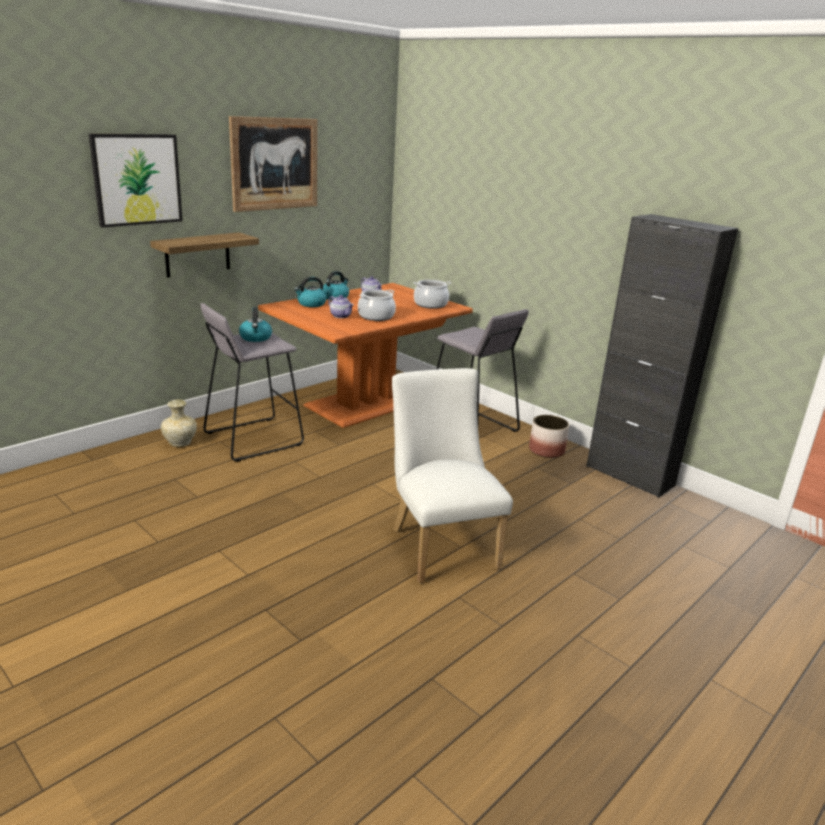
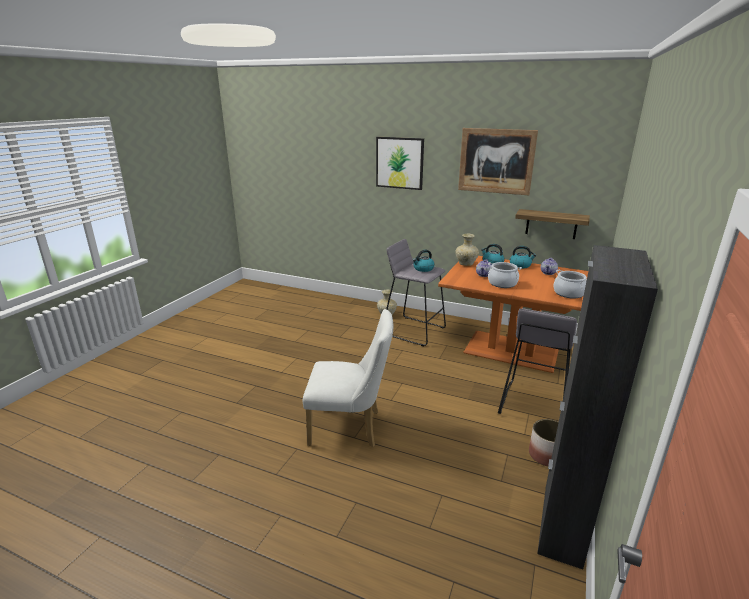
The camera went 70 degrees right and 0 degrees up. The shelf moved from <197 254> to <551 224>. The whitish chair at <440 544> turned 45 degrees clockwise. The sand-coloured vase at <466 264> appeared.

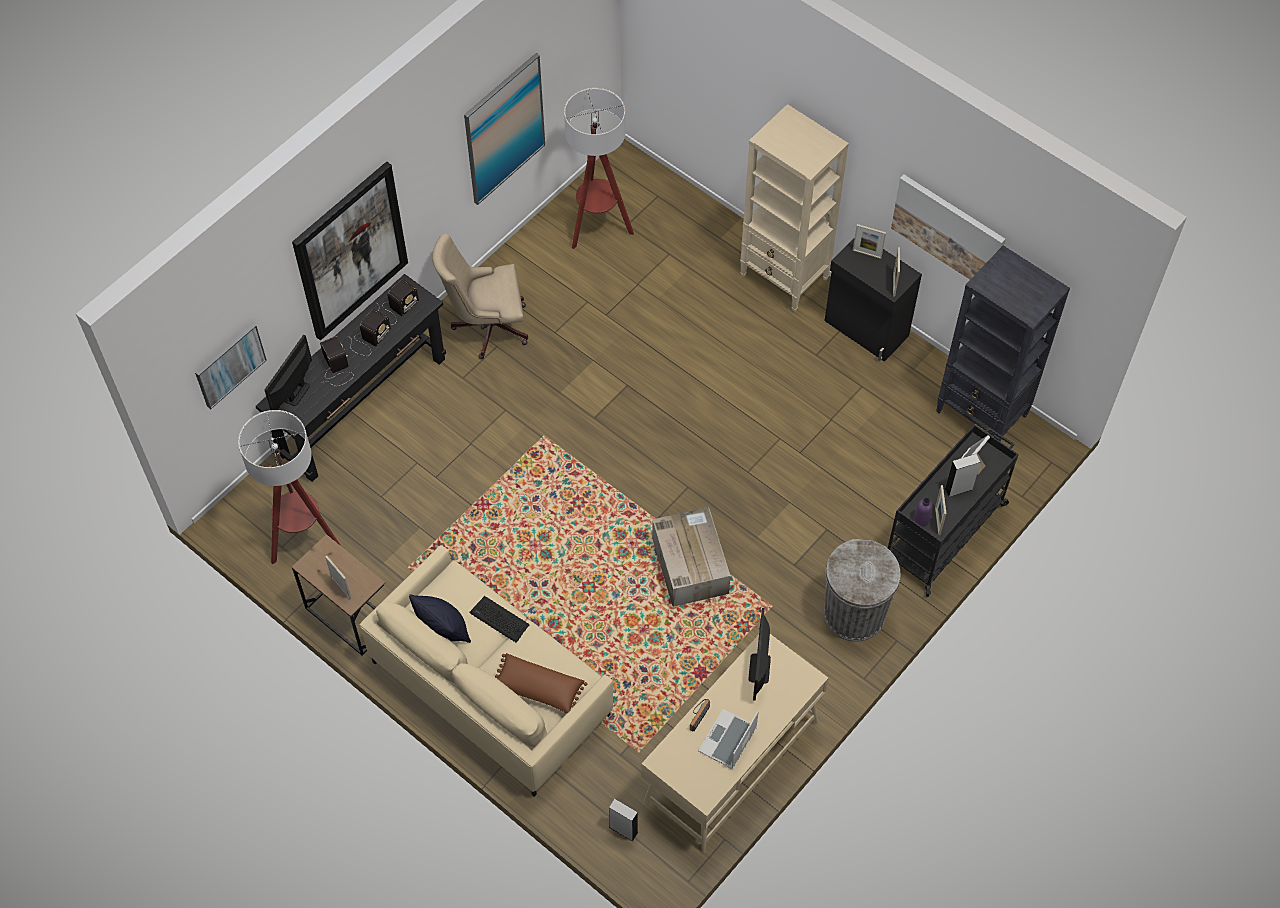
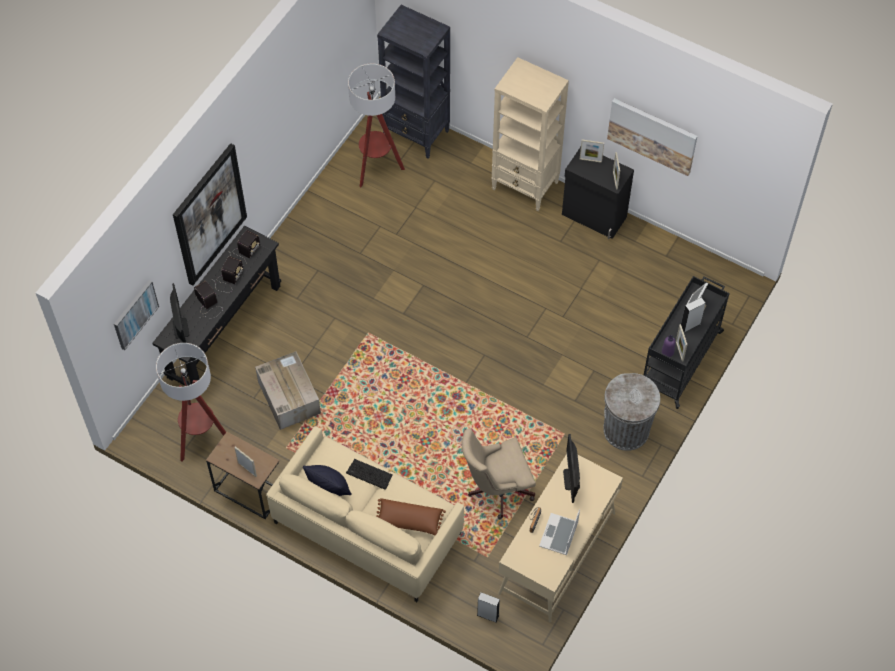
The camera went 10 degrees left and 0 degrees up. The computer display at <295 392> turned 150 degrees clockwise. The sand-coloured office chair moved from <486 326> to <496 489>. The wall art at <504 129> disappeared. The carton moved from <689 565> to <288 396>. The black-coloured shelving unit moved from <982 414> to <417 134>.

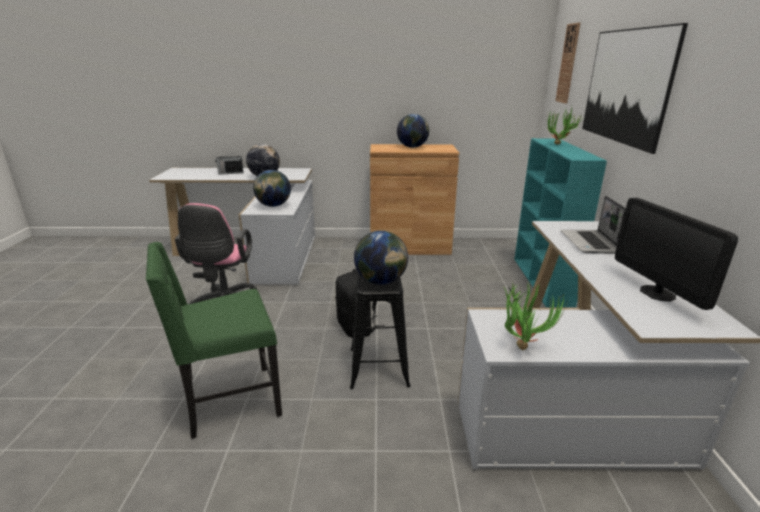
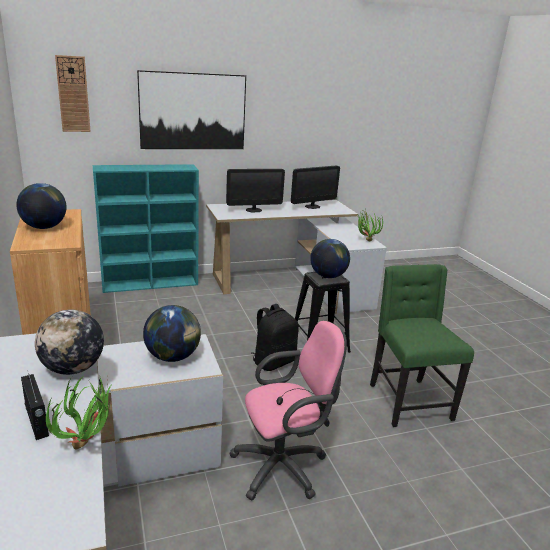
The camera went 110 degrees left and 0 degrees up. The green-coloured chair at <230 402> turned 150 degrees counterclockwise. The potted plant moved from <559 145> to <89 445>. The notebook computer at <591 243> was replaced by the computer display at <253 210>.

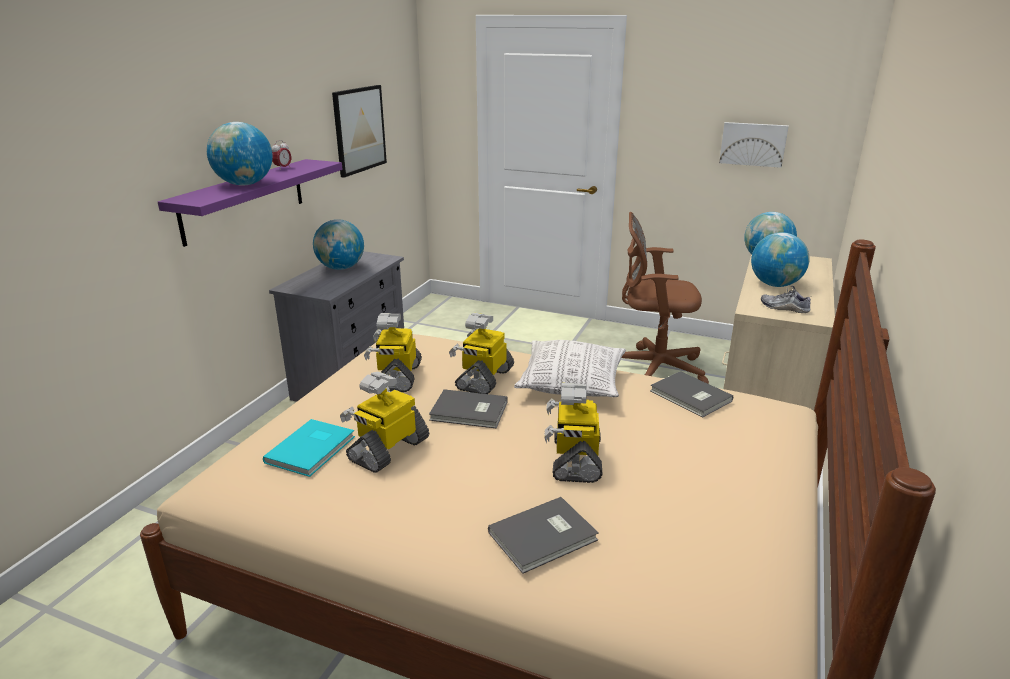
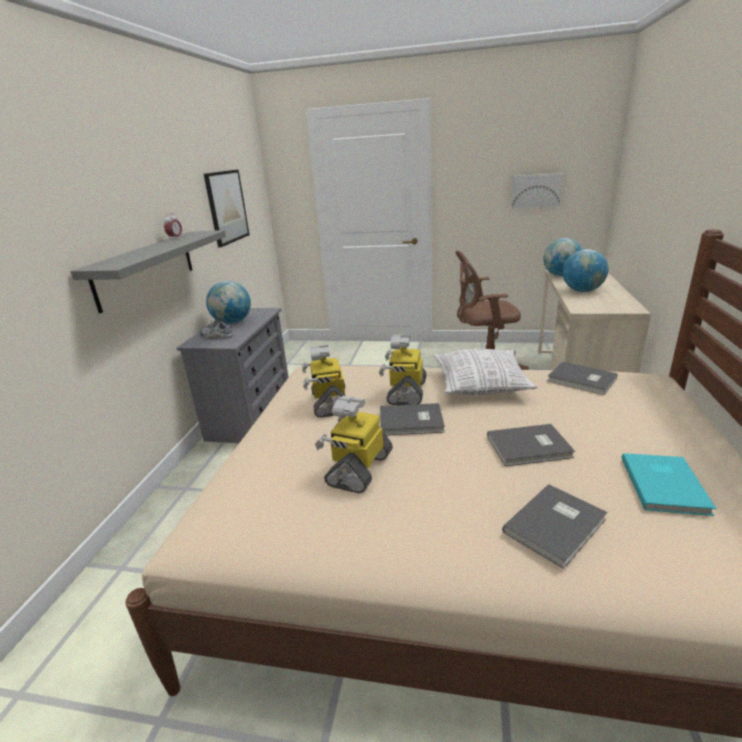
The camera went 10 degrees left and 0 degrees up. The purple shelf at <244 200> became the grey shelf at <146 268>. The globe at <244 184> disappeared. The turquoise-coloured volume moved from <313 449> to <665 484>. The robot figure at <574 459> was replaced by the grey volume at <530 448>. The item of footwear moved from <784 308> to <216 336>.

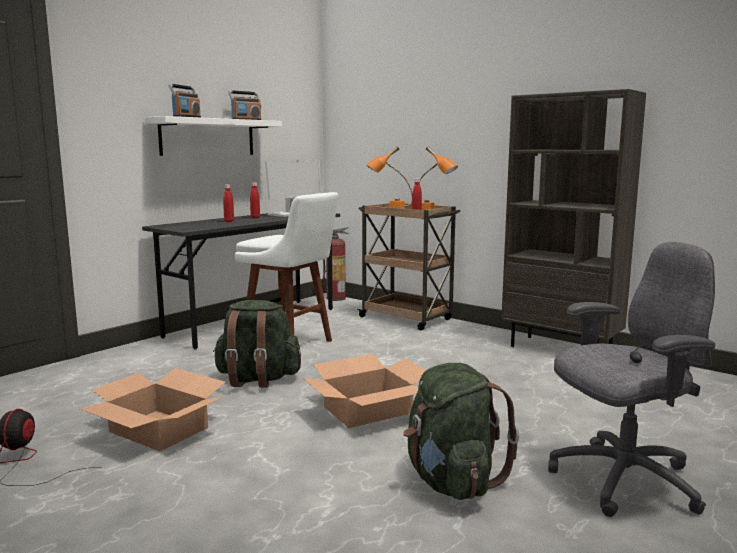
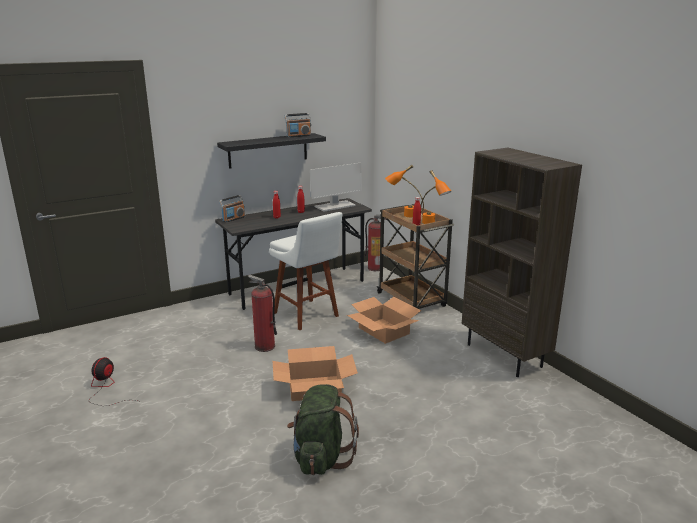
The camera went 20 degrees right and 10 degrees up. The carton moved from <158 430> to <383 331>. The whitish shelf at <208 137> became the black-coloured shelf at <268 150>. The radio receiver moved from <186 117> to <233 219>. The green-coloured rucksack at <257 379> was replaced by the fire extinguisher at <264 346>. The grey office chair at <622 481> disappeared.

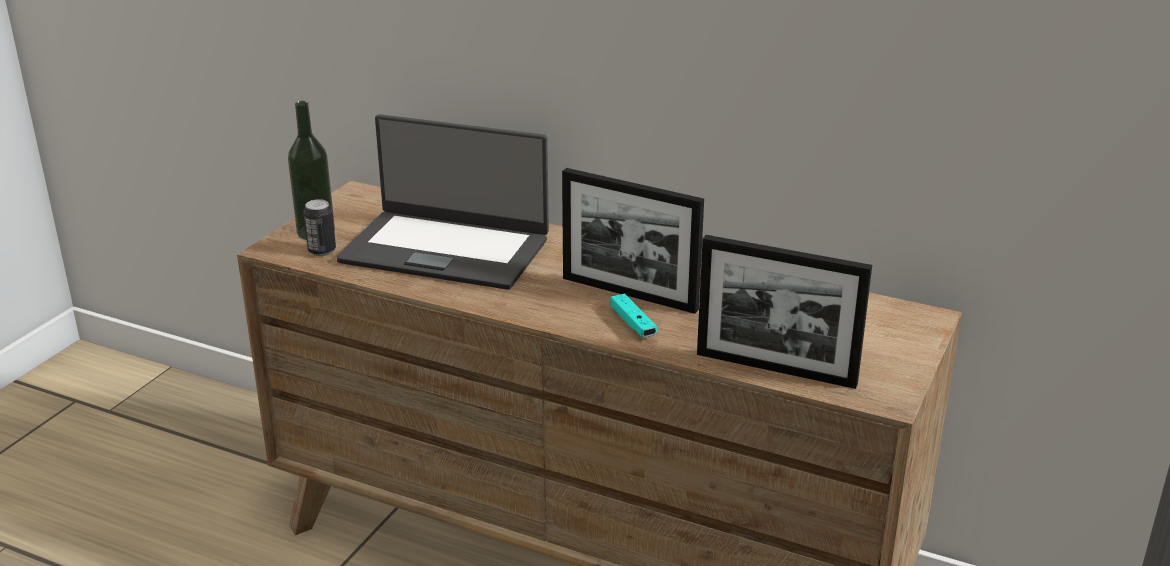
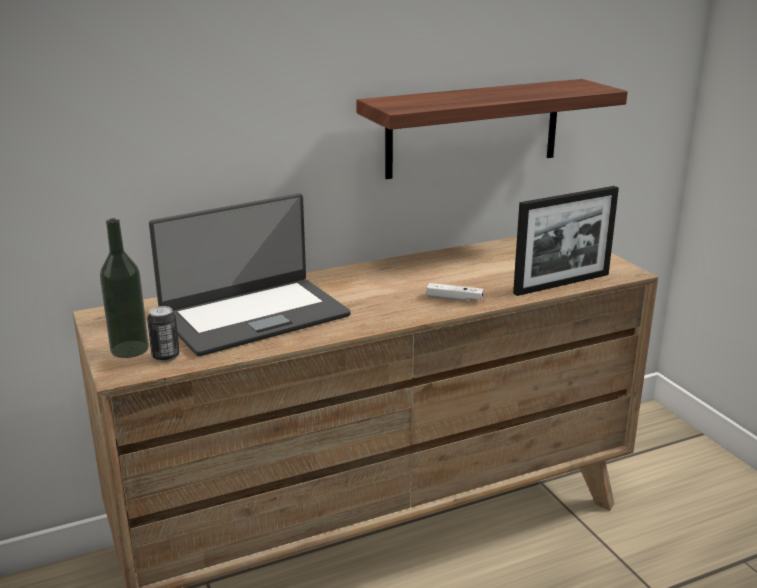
The camera went 50 degrees left and 5 degrees down. The standing frame at <629 294> disappeared. The turquoise-coloured game controller at <632 324> became the whitish game controller at <454 298>. The shelf at <473 128> appeared.

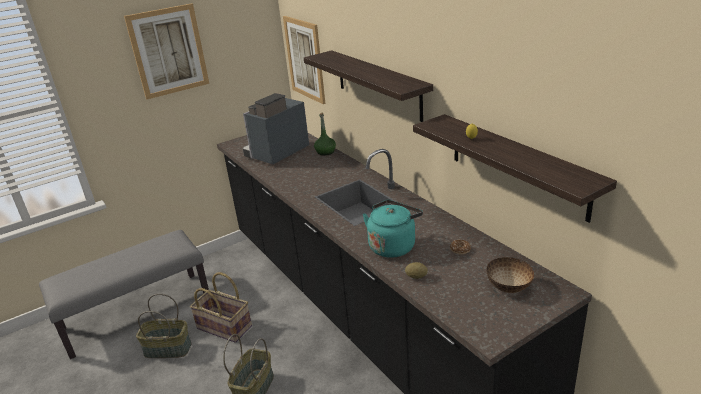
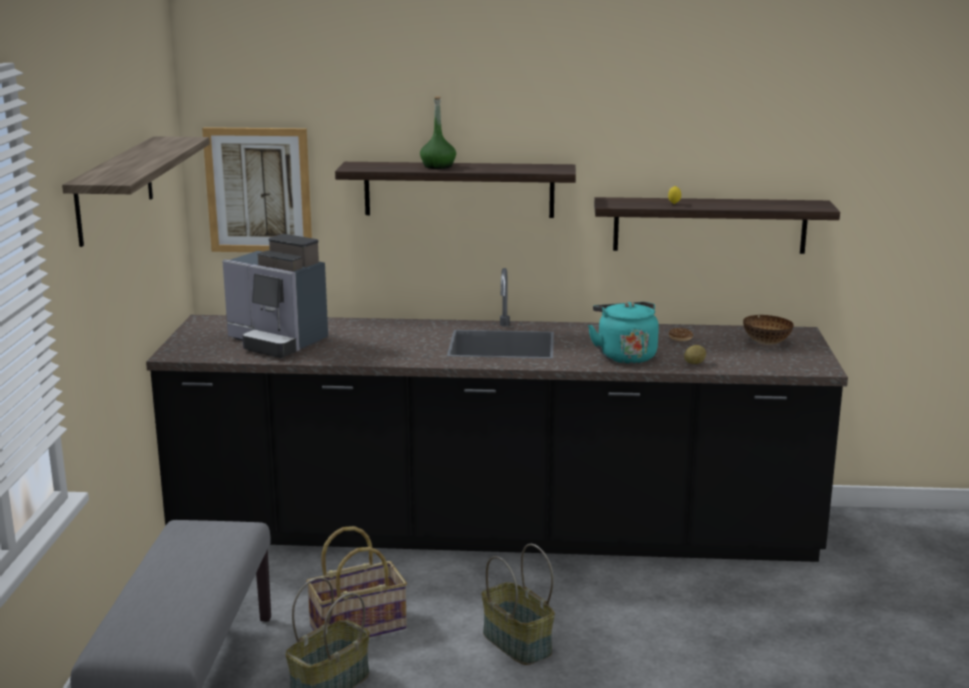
The camera went 55 degrees left and 10 degrees down. The wall art at <168 51> was replaced by the shelf at <114 189>. The coffee machine at <276 153> turned 45 degrees counterclockwise. The green-coloured drink bottle moved from <325 152> to <438 166>.

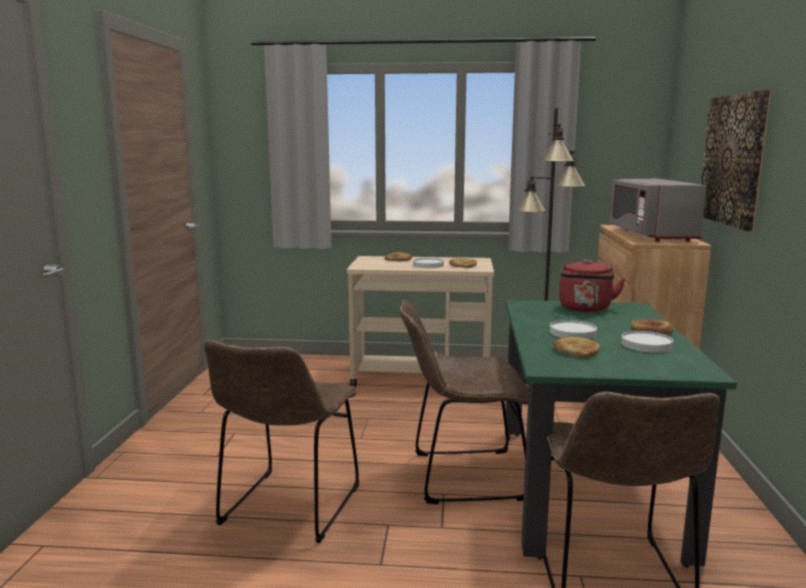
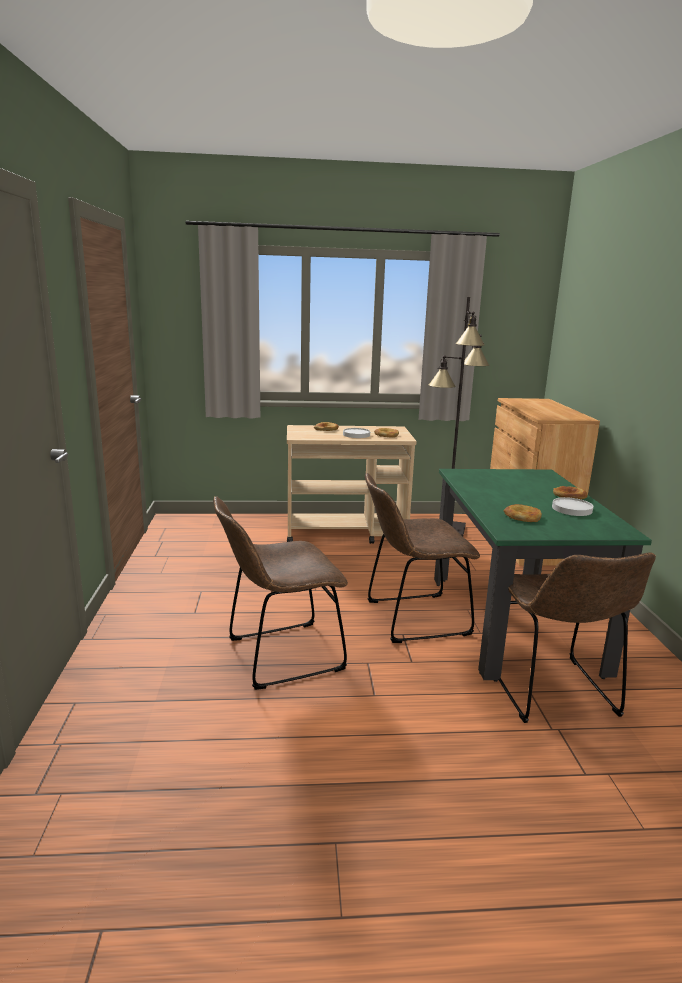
The camera went 10 degrees left and 5 degrees up. The brownish chair at <288 509> turned 60 degrees clockwise. The whitish dinner plate at <572 333> disappeared. The red water kettle at <585 309> disappeared. The grey microwave oven at <650 235> disappeared. The wall art at <734 160> disappeared.

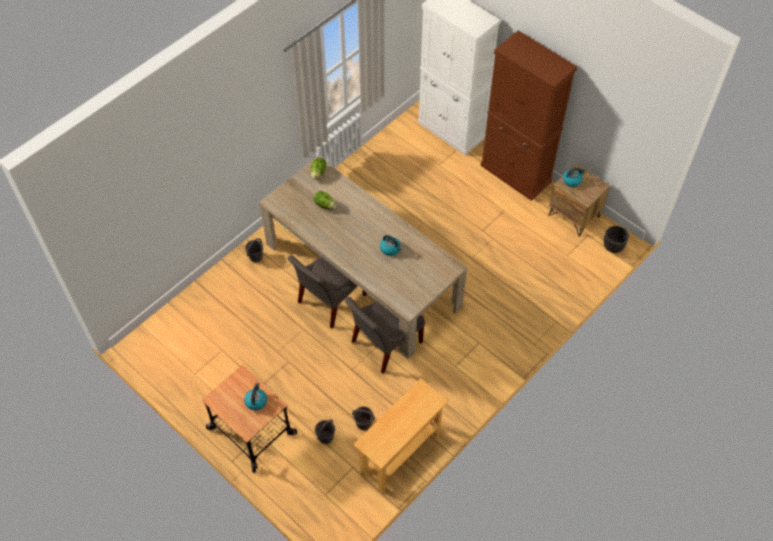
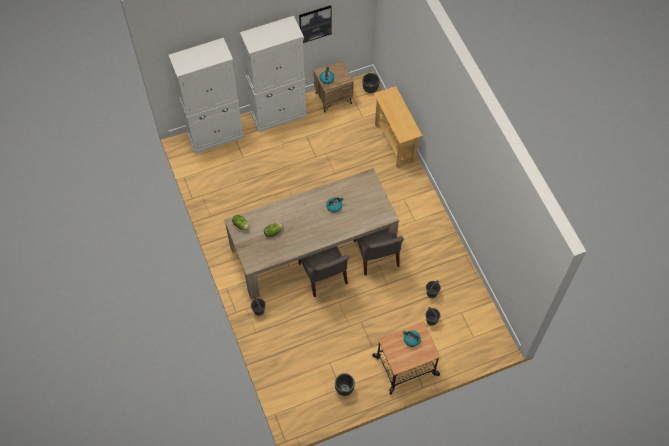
The camera went 65 degrees left and 5 degrees up. The sand-coloured narrow table moved from <400 454> to <394 143>. The brownish cabinet at <516 174> became the whitish cabinet at <279 114>. The wall art at <315 23> appeared. The black-coloured planter at <344 389> appeared.

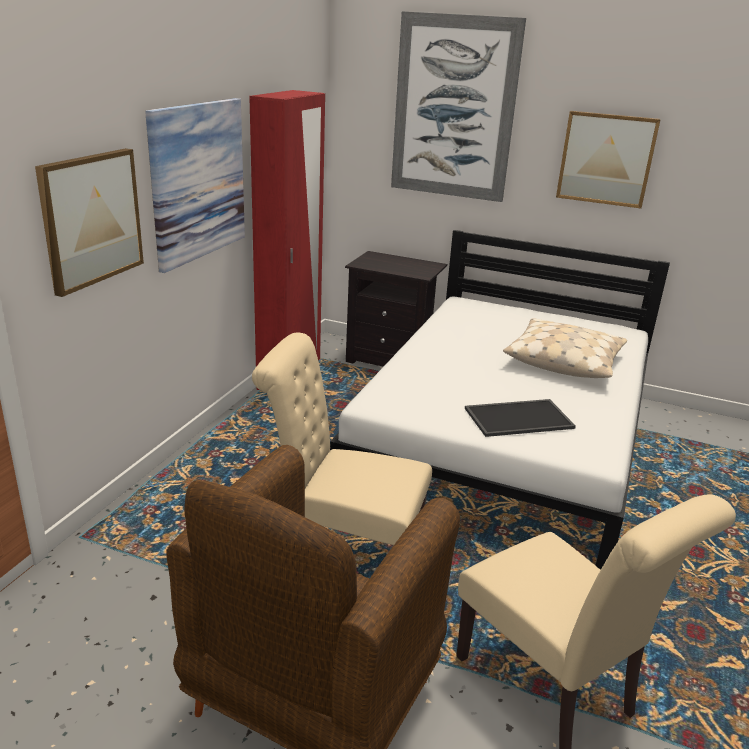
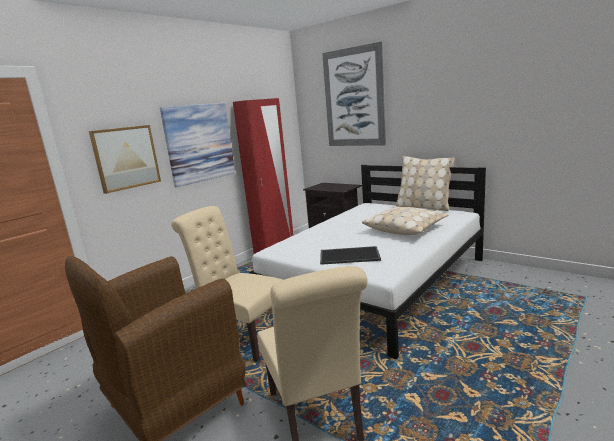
The camera went 20 degrees right and 10 degrees down. The wall art at <606 159> disappeared. The sand-coloured cushion at <423 207> appeared.

